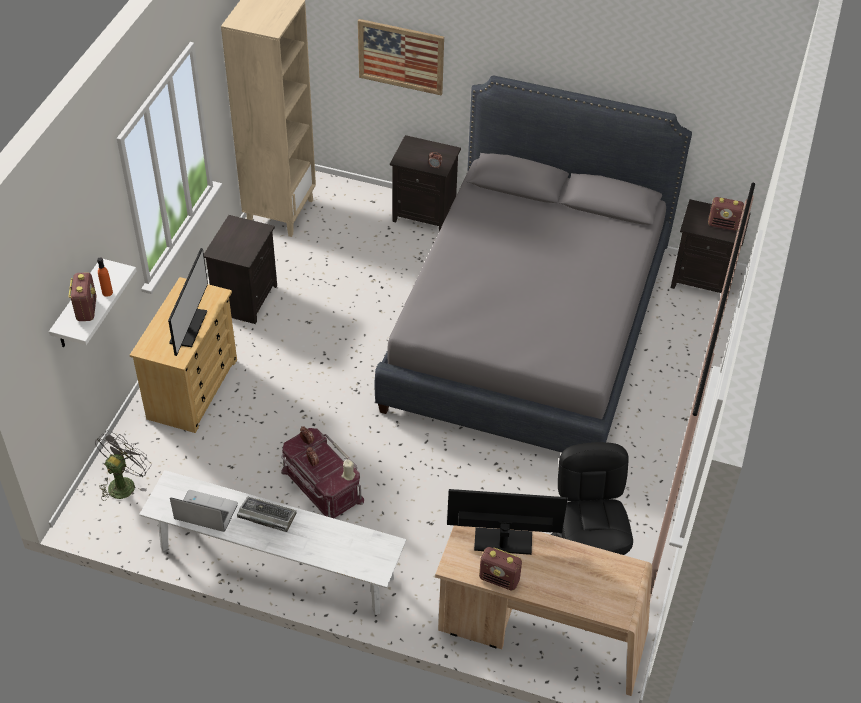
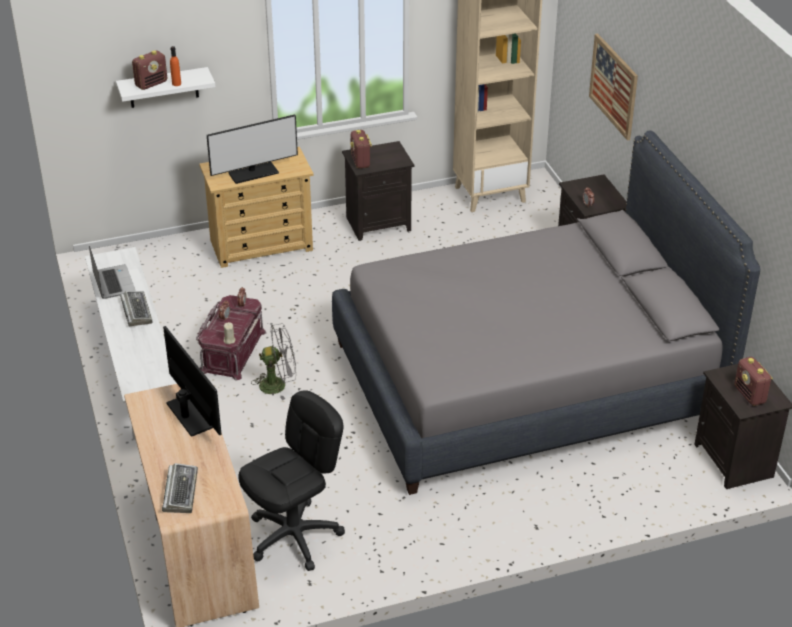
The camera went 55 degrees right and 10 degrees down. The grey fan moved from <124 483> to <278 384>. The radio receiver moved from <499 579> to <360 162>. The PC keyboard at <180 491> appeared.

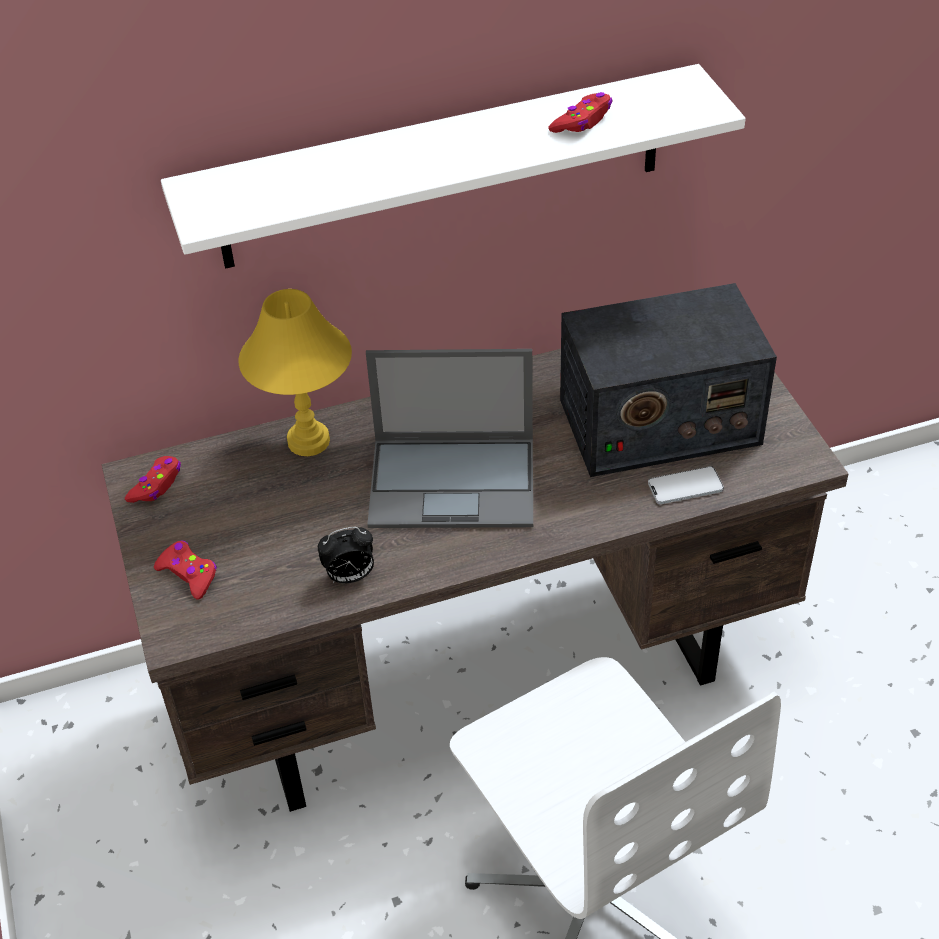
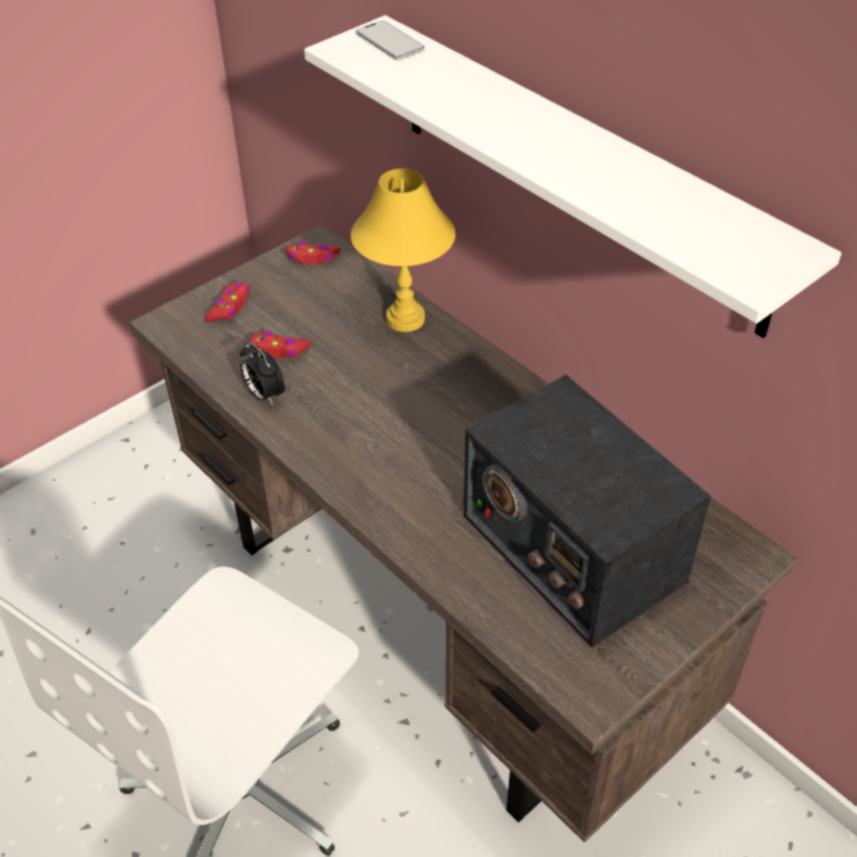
The camera went 65 degrees right and 0 degrees up. The notebook computer at <454 482> disappeared. The red game controller moved from <582 121> to <279 350>. The handset moved from <685 487> to <390 42>.

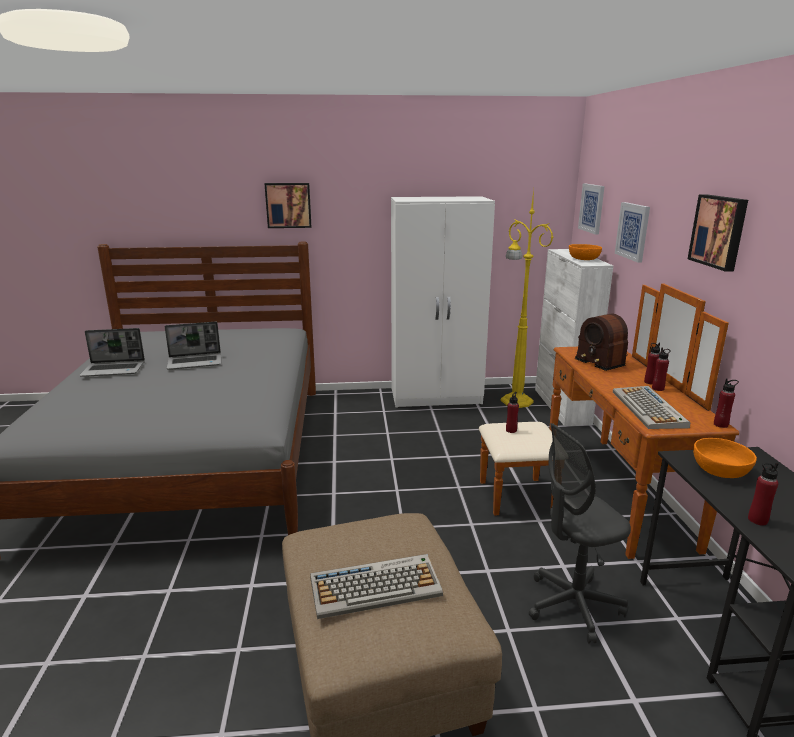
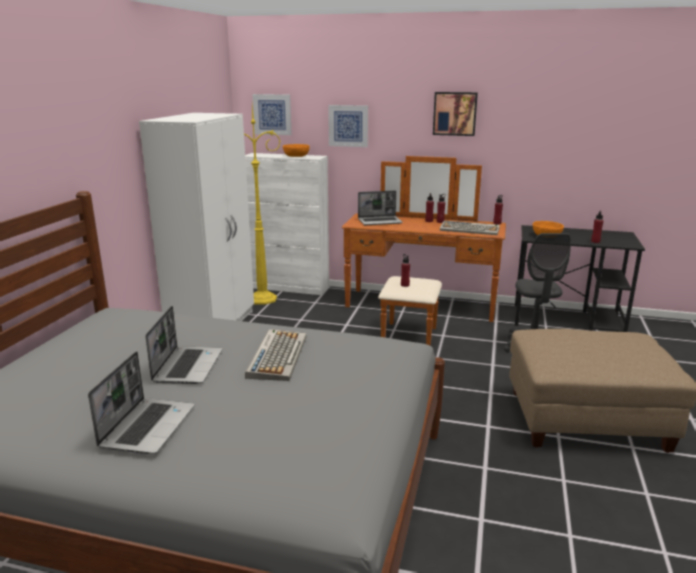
The camera went 70 degrees left and 0 degrees up. The wall art at <288 205> disappeared. The PC keyboard moved from <376 586> to <277 355>. The radio receiver at <600 359> was replaced by the notebook computer at <380 221>.

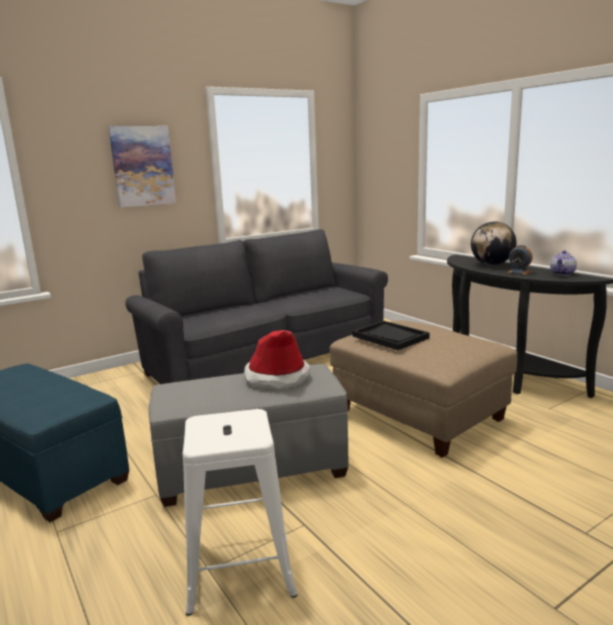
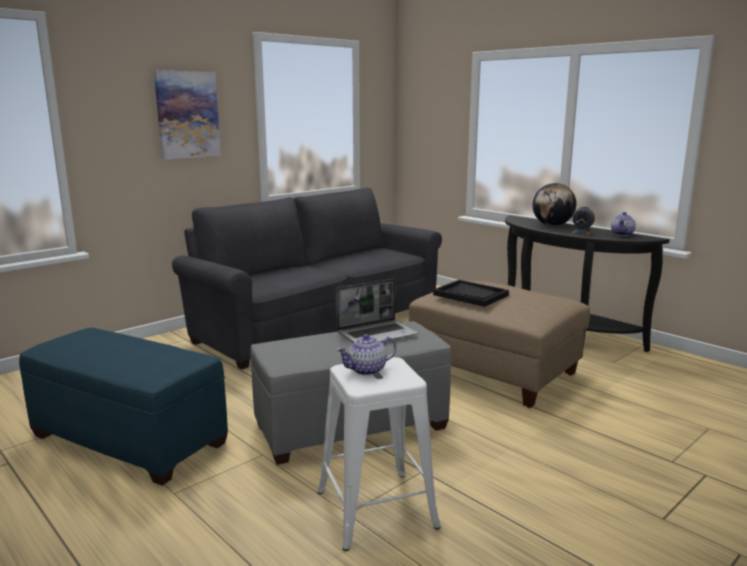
The camera went 10 degrees left and 0 degrees up. The wearable hat at <277 378> was replaced by the notebook computer at <377 334>. The teapot at <367 370> appeared.

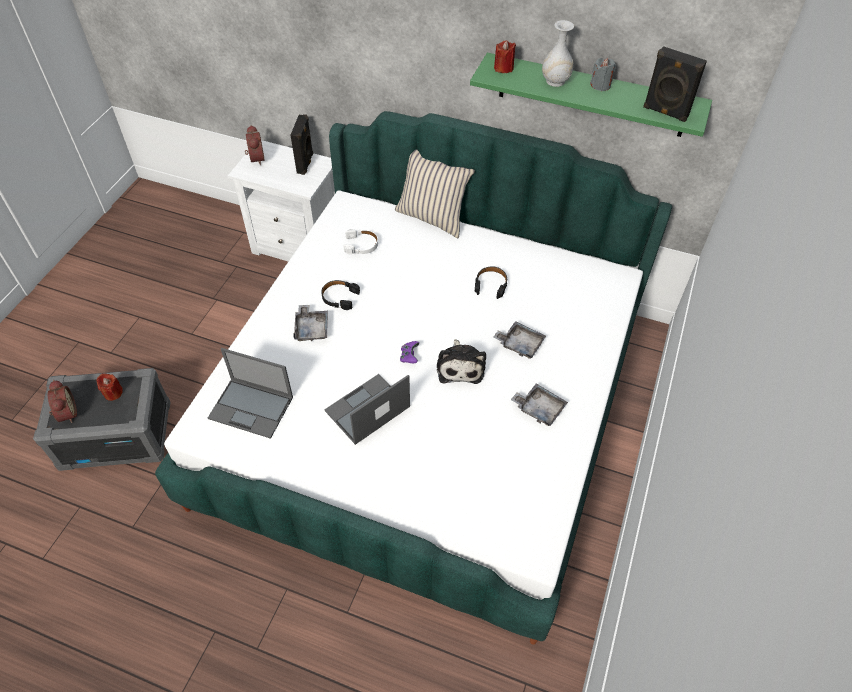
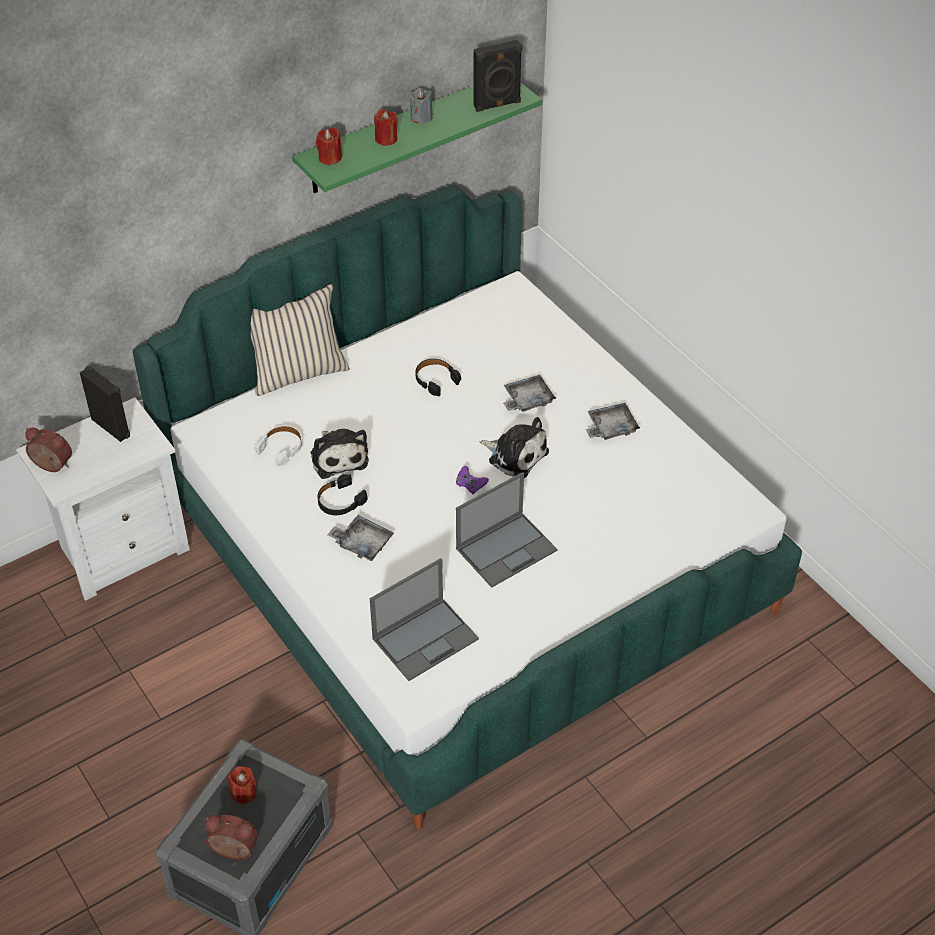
The camera went 55 degrees left and 5 degrees down. The notebook computer at <367 409> turned 120 degrees counterclockwise. The whitish vase at <555 81> was replaced by the red candle at <386 139>. The plush toy at <338 457> appeared.

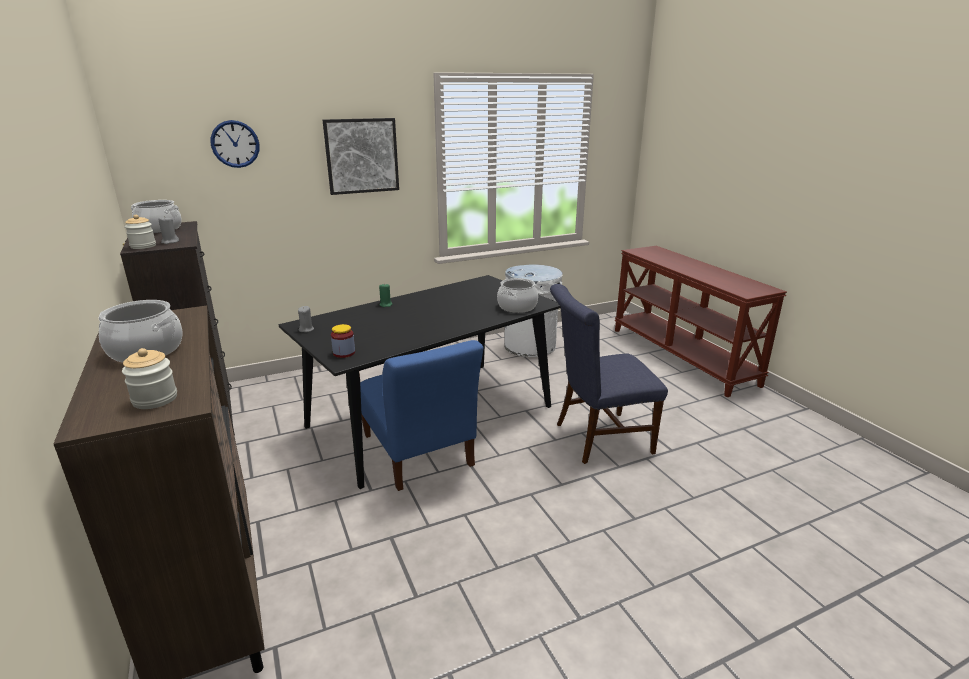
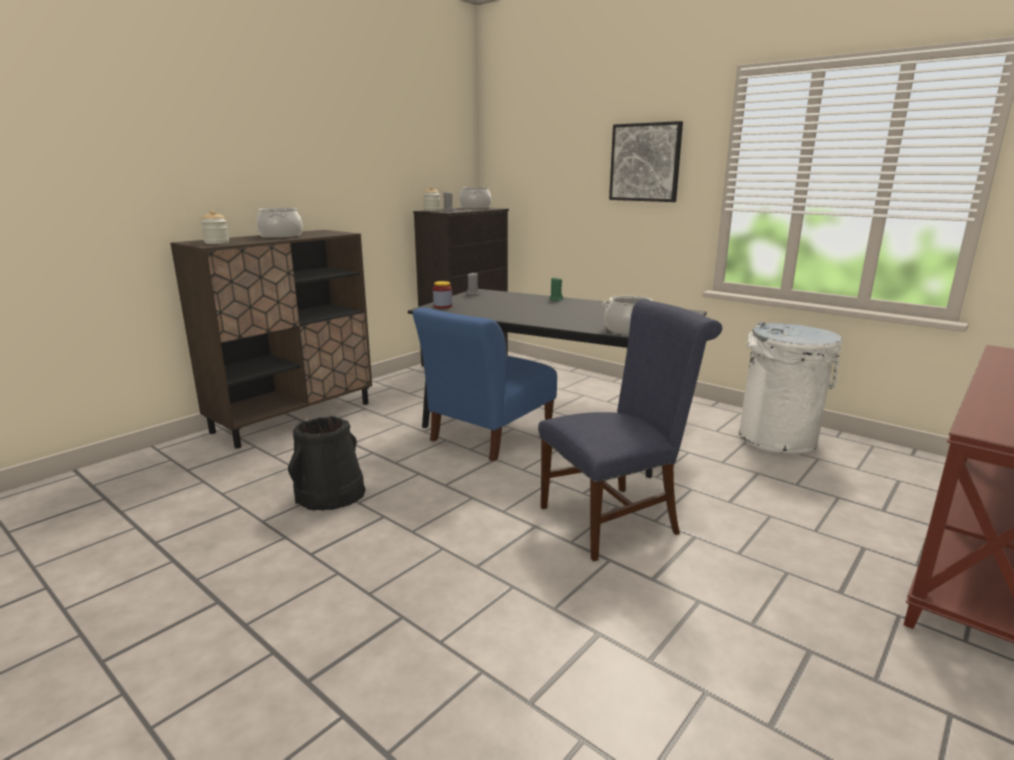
The camera went 65 degrees right and 5 degrees down. The clock on the wall at <235 144> disappeared. The blue chair at <597 438> turned 105 degrees clockwise. The black-coloured bucket at <330 494> appeared.

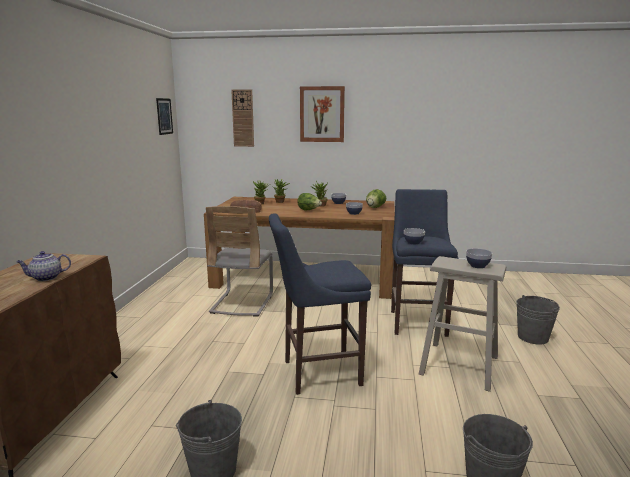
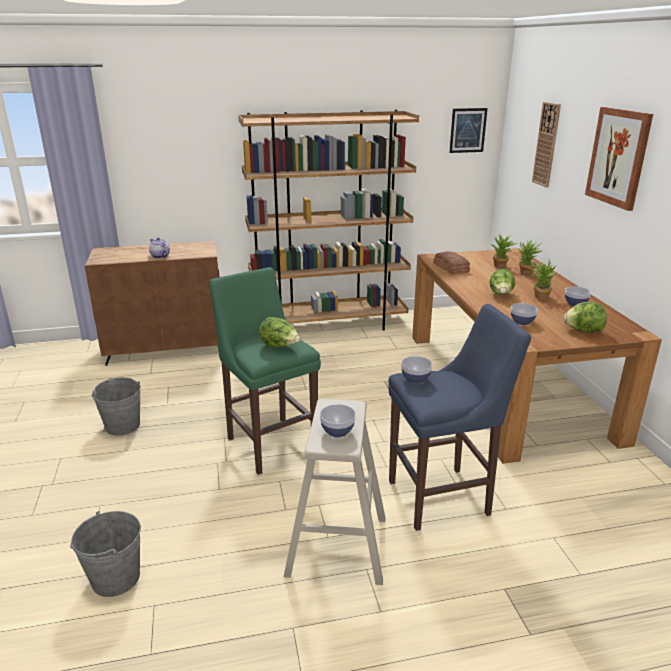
The camera went 70 degrees right and 10 degrees up. The grey chair at <242 303> disappeared. The blue sitting stool at <317 373> became the green-coloured sitting stool at <270 442>. The grey bucket at <533 337> disappeared. The brownish shelving unit at <329 326> appeared. The lettuce head at <280 346> appeared.

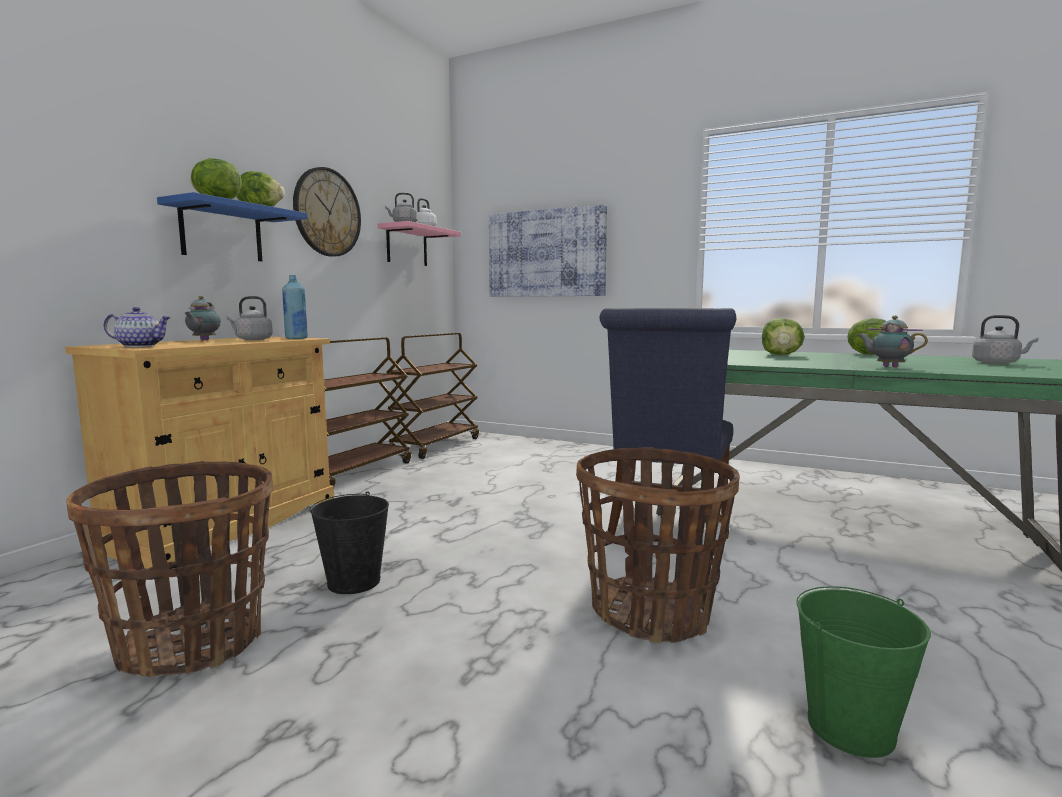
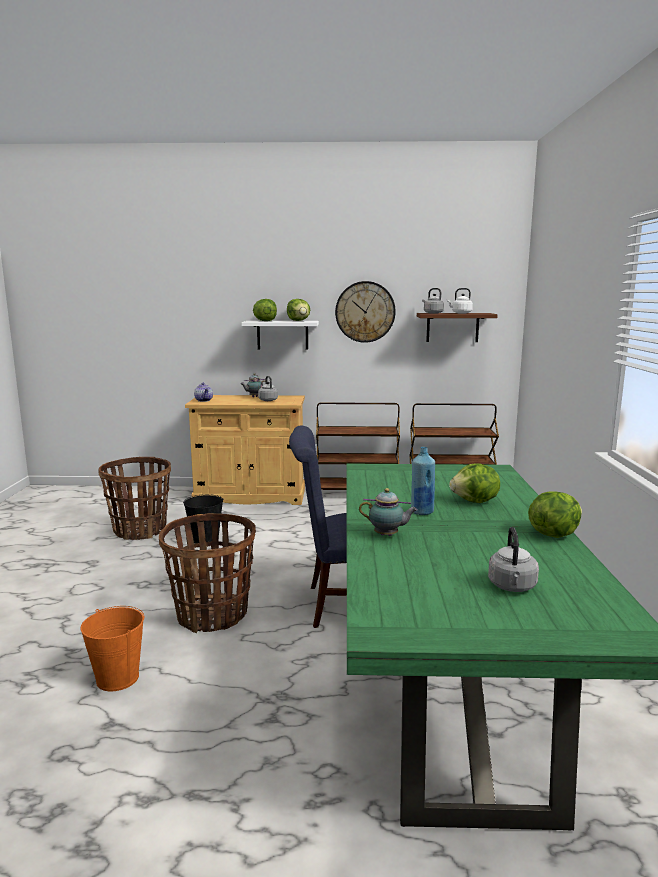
The camera went 65 degrees right and 5 degrees up. The blue shelf at <222 233> became the whitish shelf at <282 335>. The blue drink bottle moved from <296 338> to <422 512>. The pink shelf at <407 246> became the brownish shelf at <452 327>. The wall art at <547 254> disappeared. The green-coloured bucket at <851 728> became the orange bucket at <117 678>. The teapot at <887 367> turned 90 degrees clockwise.

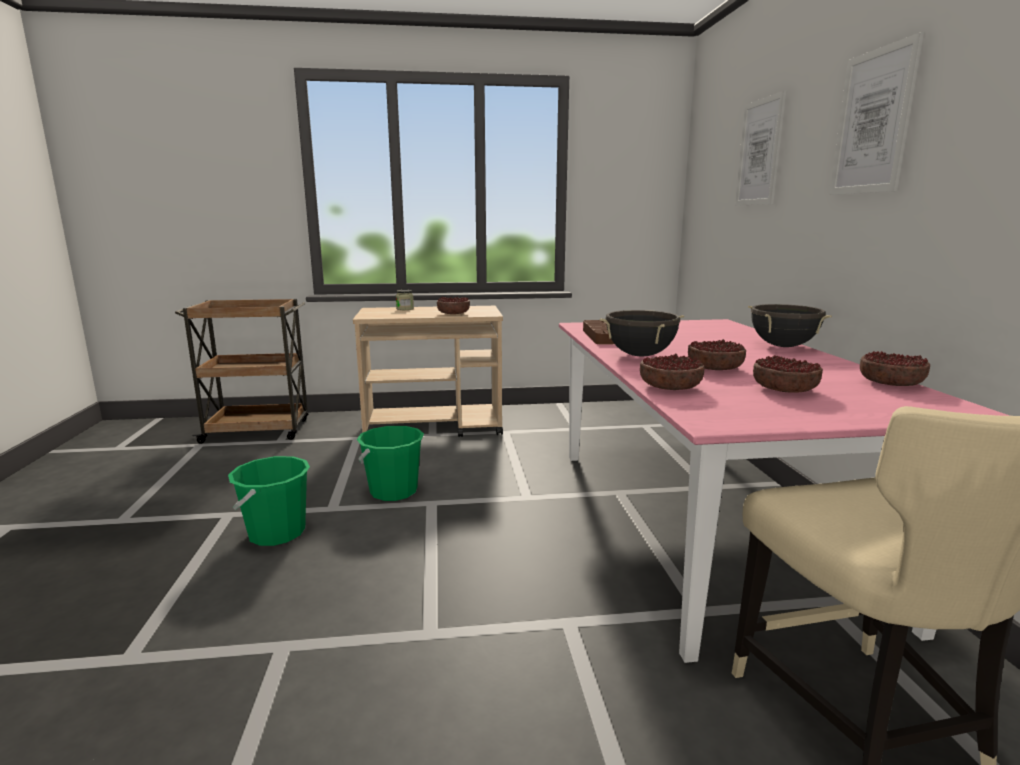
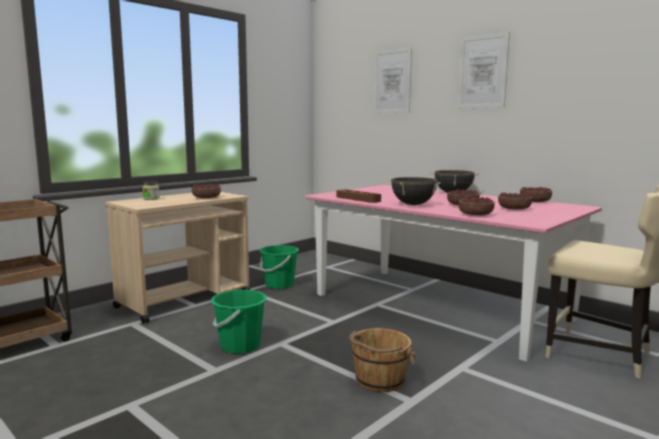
The camera went 40 degrees left and 5 degrees down. The green-coloured bucket moved from <276 533> to <279 284>. The brownish bucket at <379 380> appeared.

